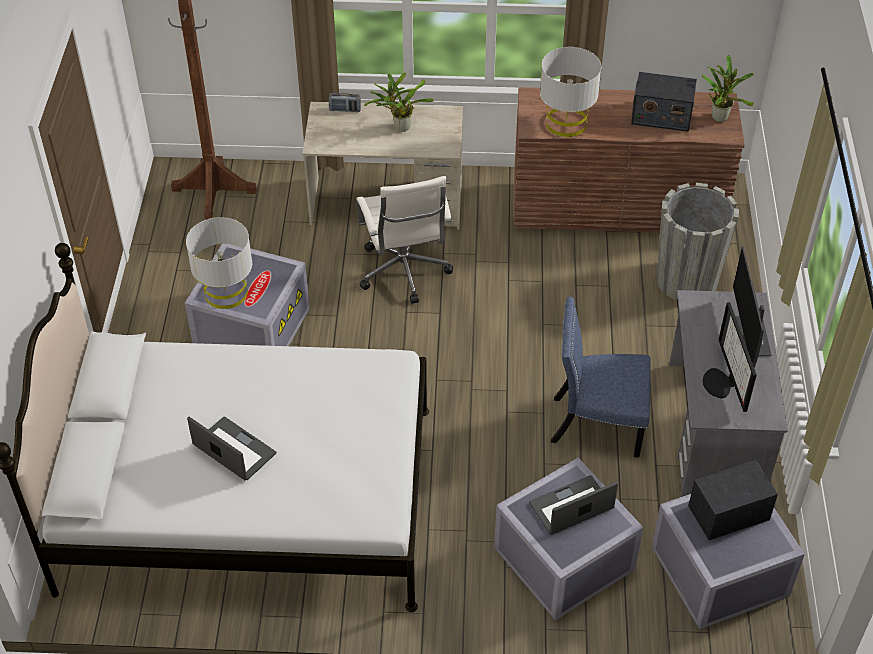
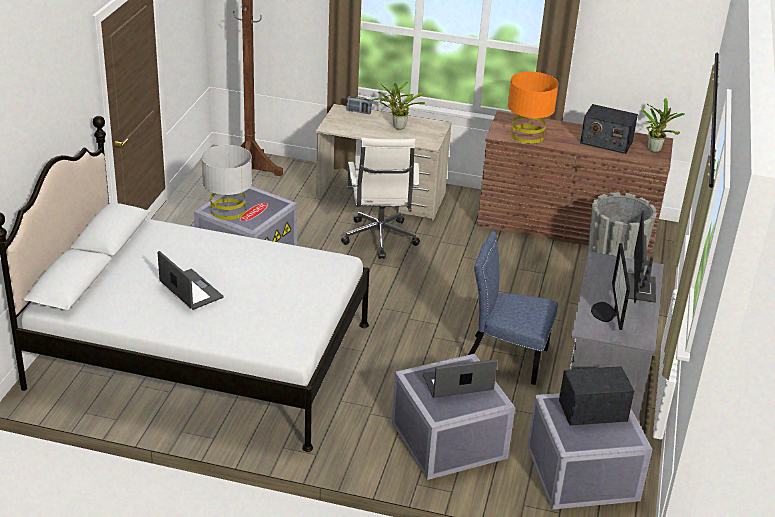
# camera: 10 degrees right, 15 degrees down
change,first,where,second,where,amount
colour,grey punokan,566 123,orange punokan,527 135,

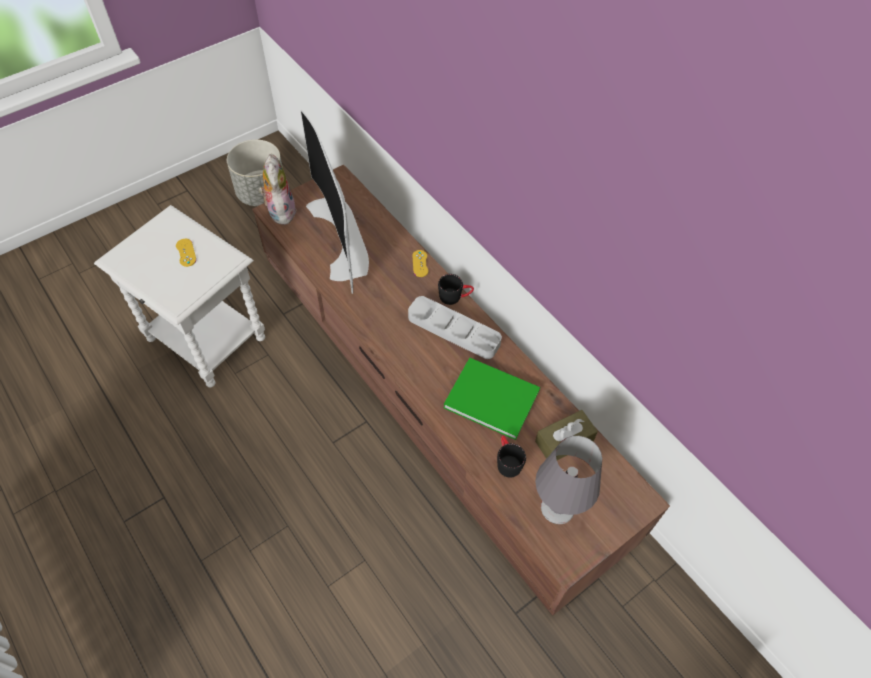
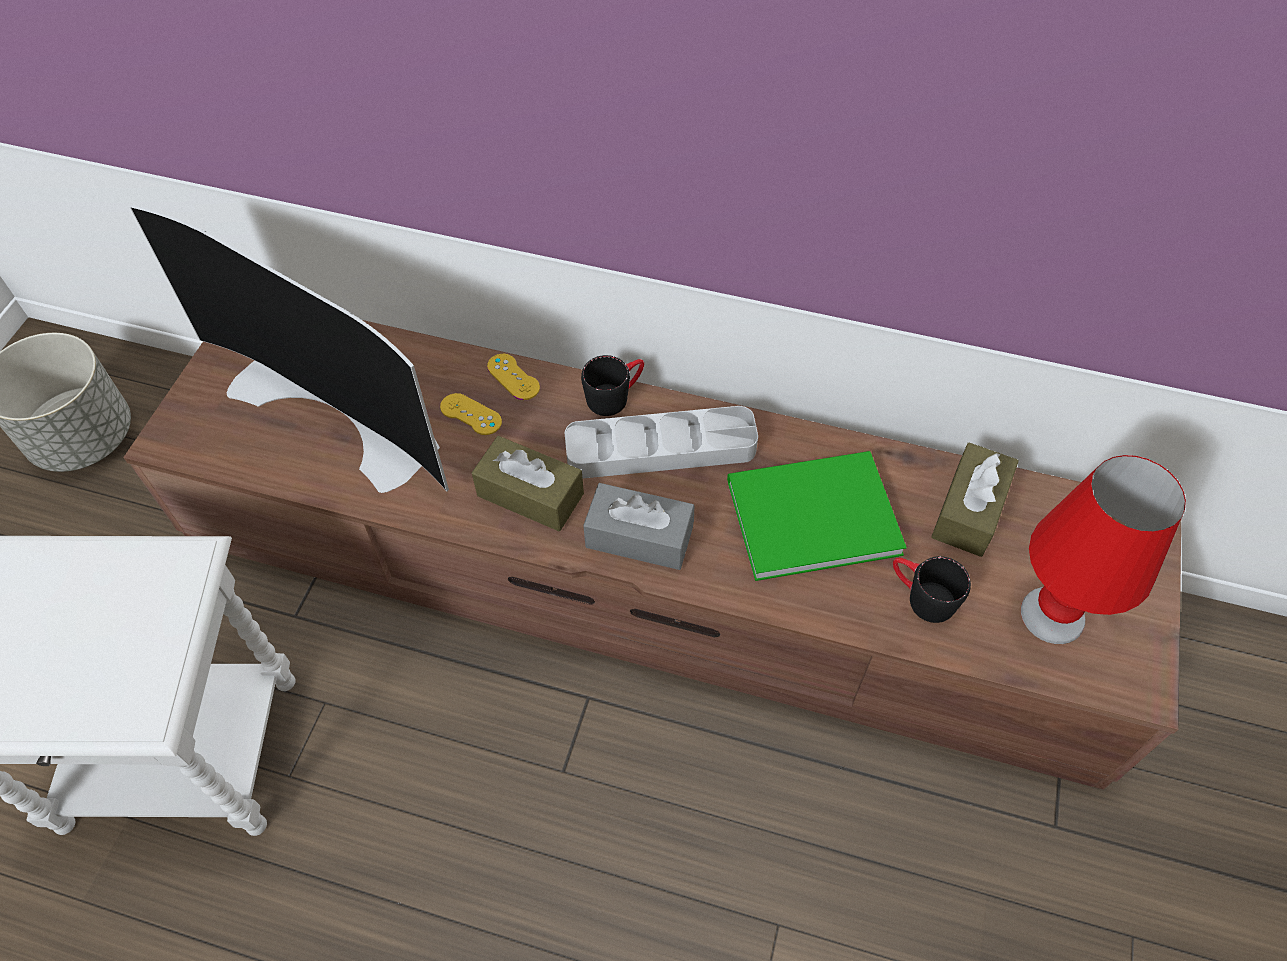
# camera: 35 degrees left, 0 degrees up
change,first,where,second,where,amount
relocated,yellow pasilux,186 252,,471 414,
missing,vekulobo,280 211,,,
colour,grey punokan,558 507,red punokan,1053 614,
appeared,,,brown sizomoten,530 494,
appeared,,,grey sizomoten,639 537,

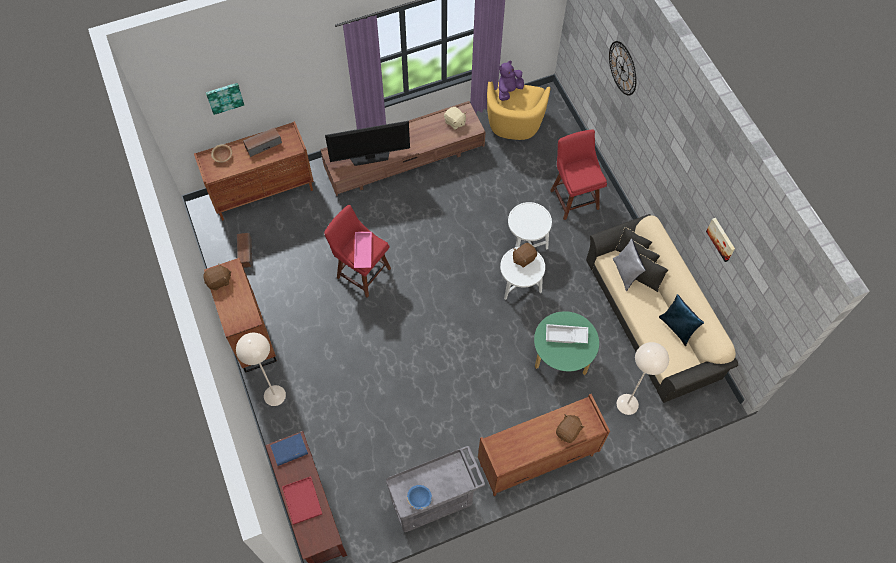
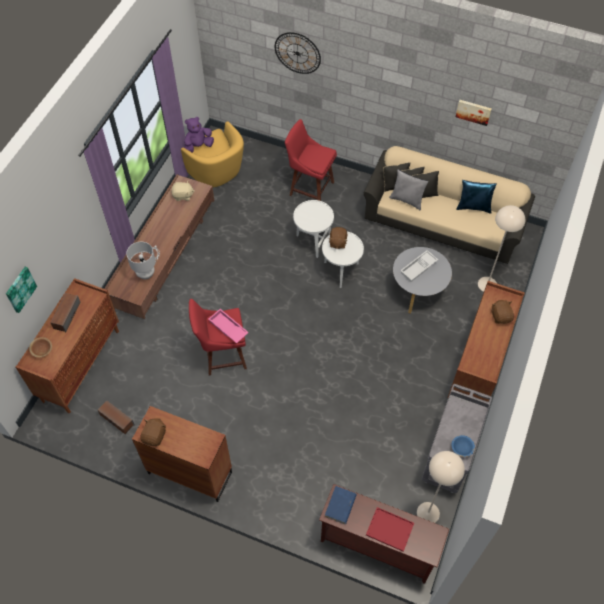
# camera: 45 degrees left, 5 degrees down
change,first,where,second,where,amount
relocated,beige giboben,274 395,,428 512,
exchanged,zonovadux,370 157,grey punokan,147 266,
spun,purple vekulobo,508 90,,198 146,60 degrees clockwise
colour,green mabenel,561 357,grey mabenel,417 292,

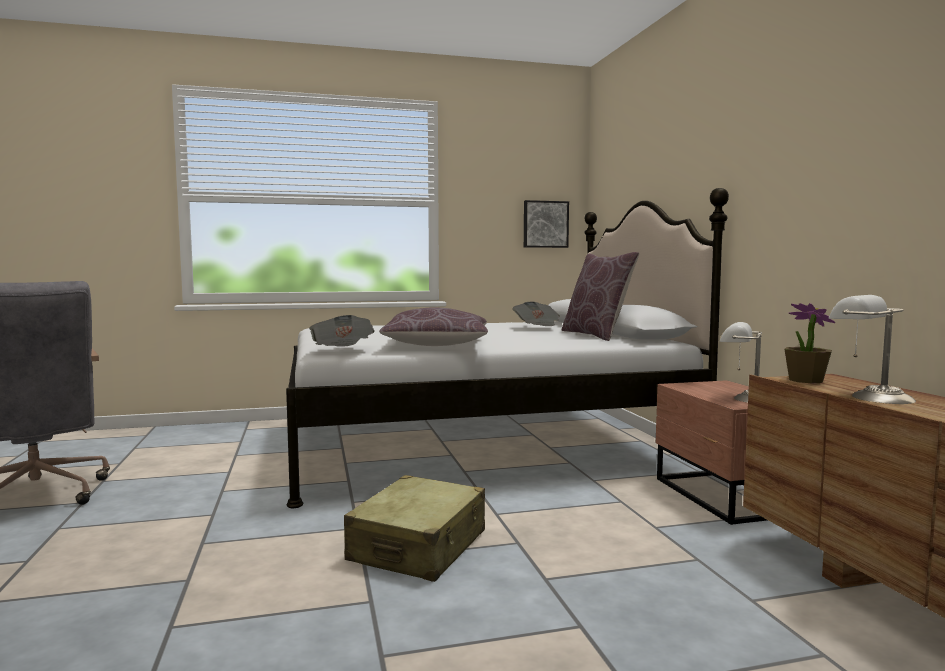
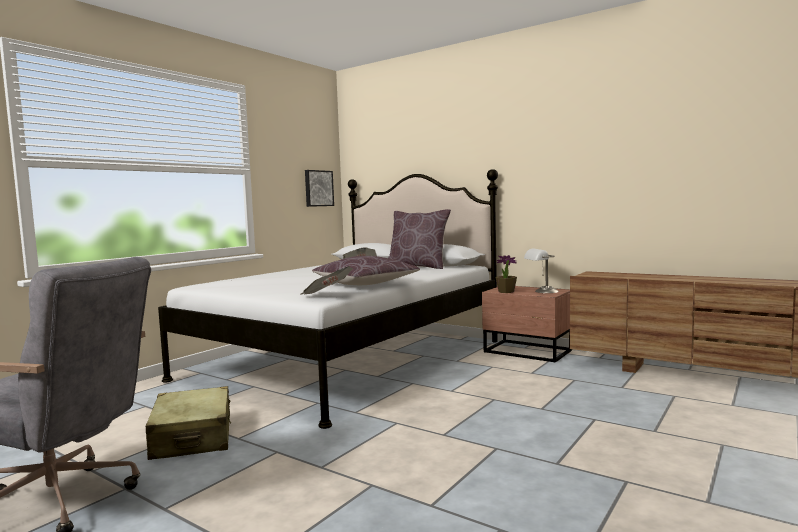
# camera: 40 degrees left, 0 degrees up
change,first,where,second,where,amount
relocated,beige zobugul,419 546,,193 437,
relocated,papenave,805 380,,506 292,
missing,white punokan,869 396,,,

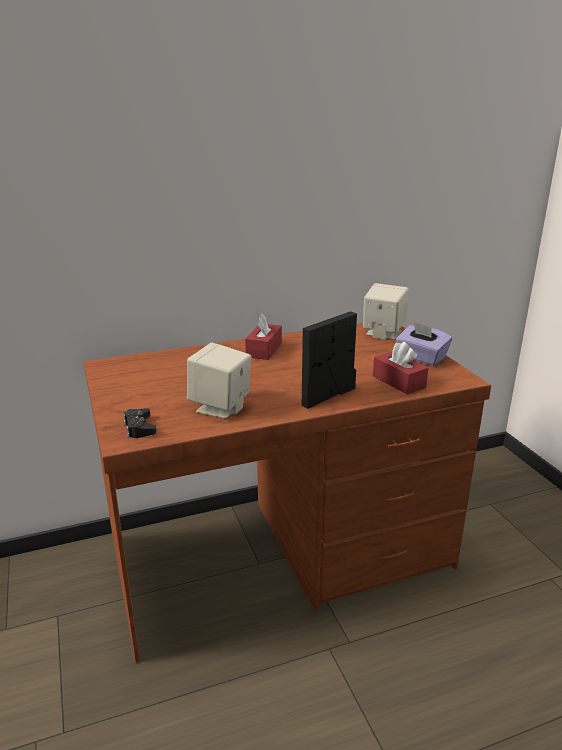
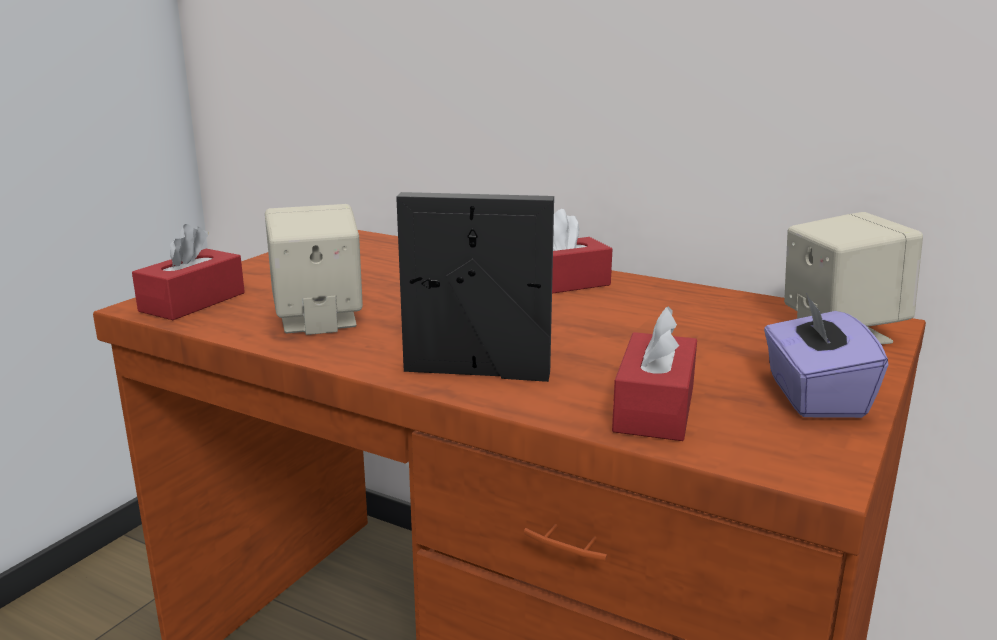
# camera: 50 degrees right, 5 degrees down
change,first,where,second,where,amount
exchanged,black pasilux,139 428,red sizomoten,193 302,

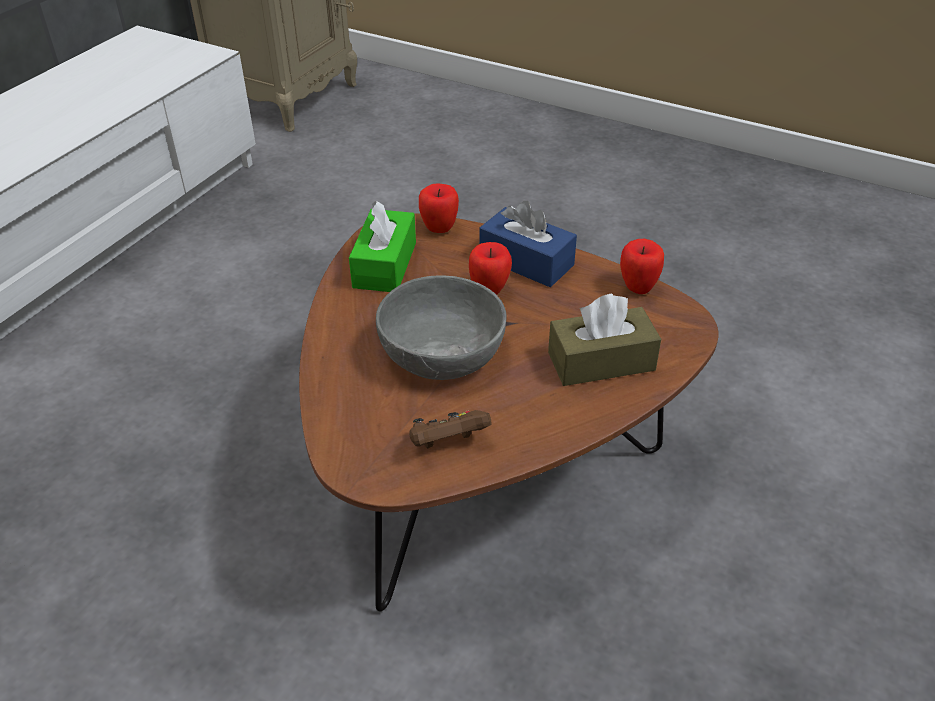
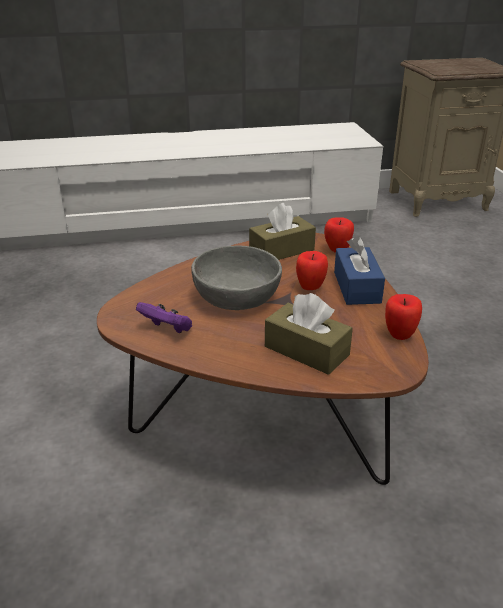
# camera: 50 degrees right, 10 degrees down
change,first,where,second,where,amount
colour,green sizomoten,385 265,brown sizomoten,281 250,
colour,brown pasilux,447 443,purple pasilux,167 330,

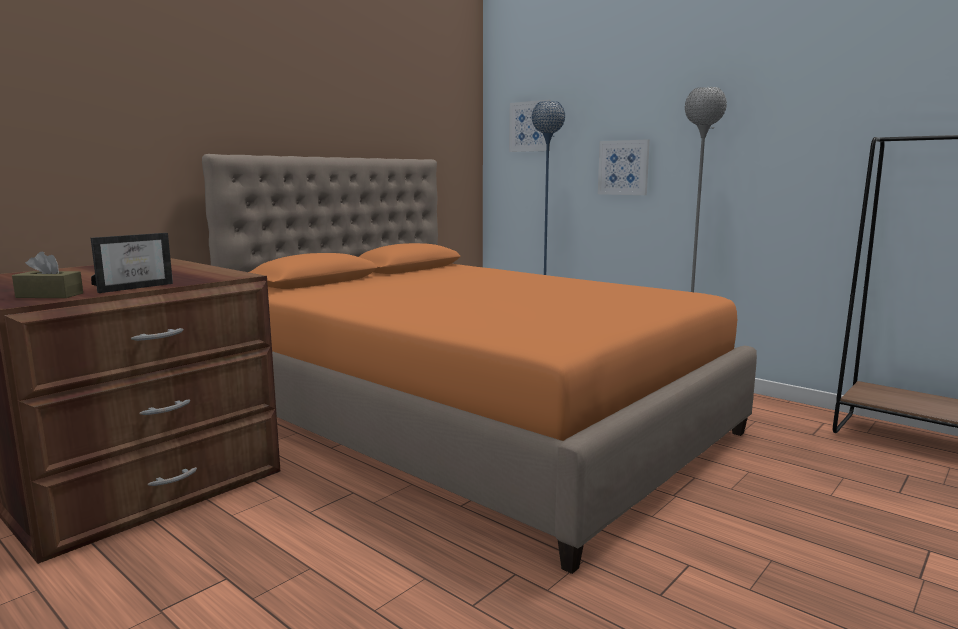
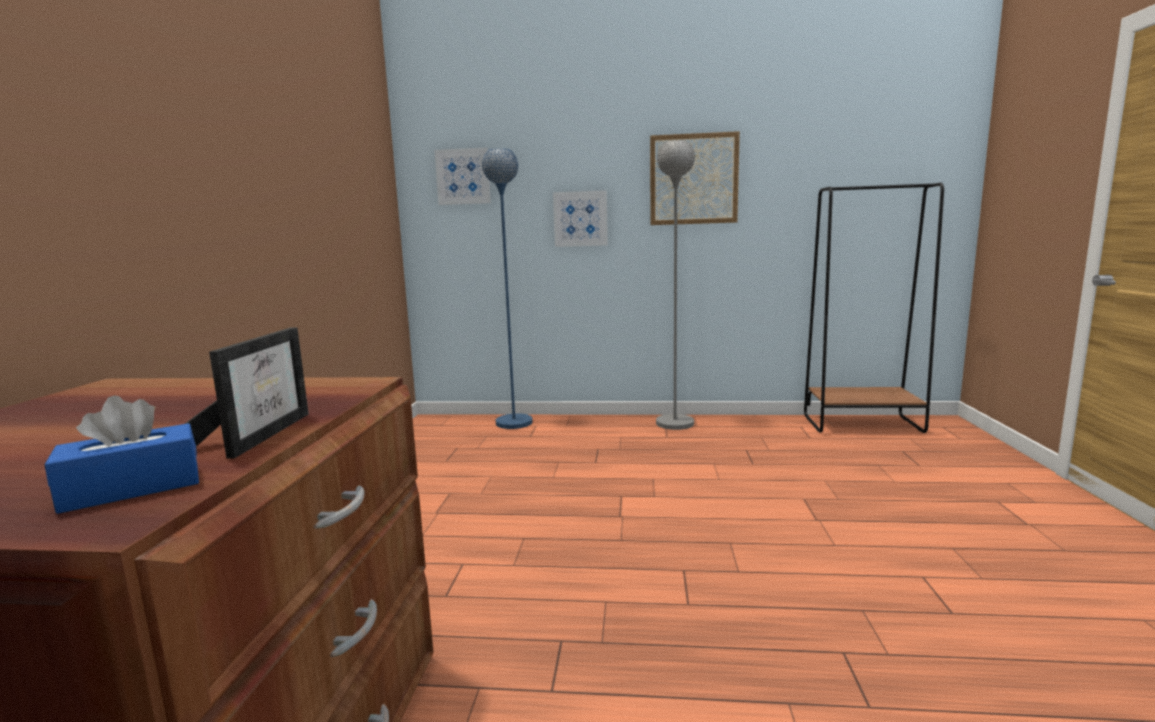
# camera: 35 degrees left, 0 degrees up
change,first,where,second,where,amount
colour,brown sizomoten,50 295,blue sizomoten,132 488,
missing,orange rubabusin,473 421,,,
appeared,,,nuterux,693 178,

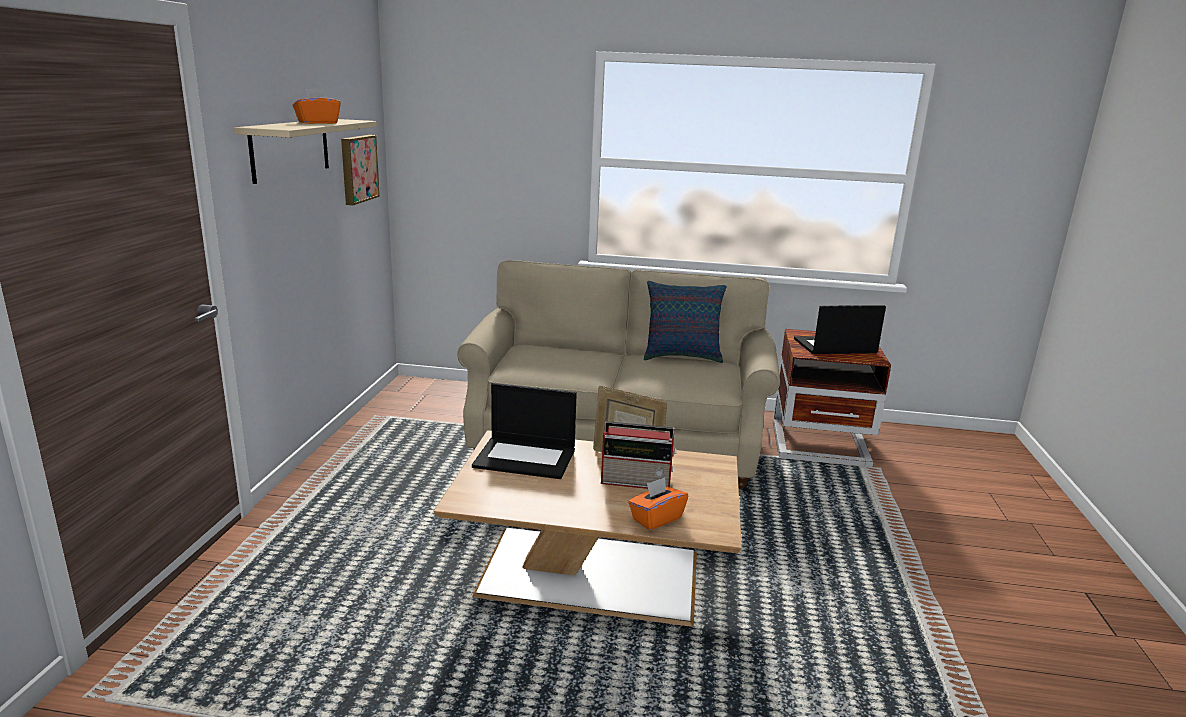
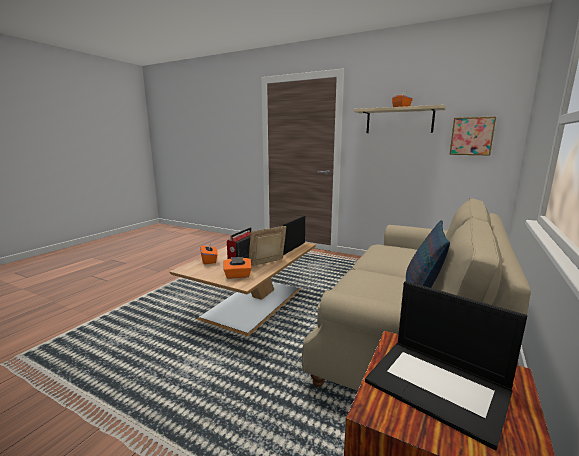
# camera: 110 degrees right, 5 degrees down
change,first,where,second,where,amount
spun,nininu,834 346,,439 386,120 degrees clockwise
appeared,,,orange sizomoten,237 275,

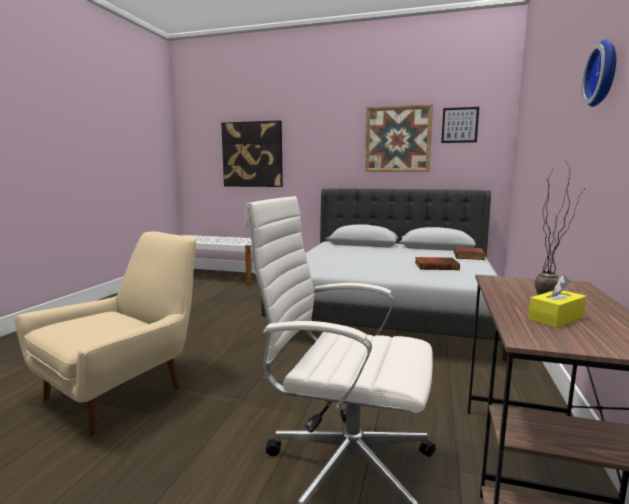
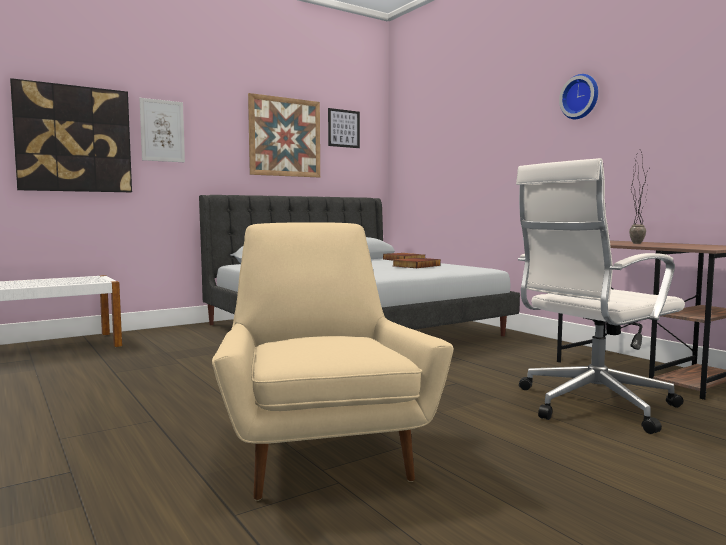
# camera: 50 degrees left, 5 degrees down
change,first,where,second,where,amount
missing,yellow sizomoten,555 318,,,
appeared,,,nuterux,162 131,

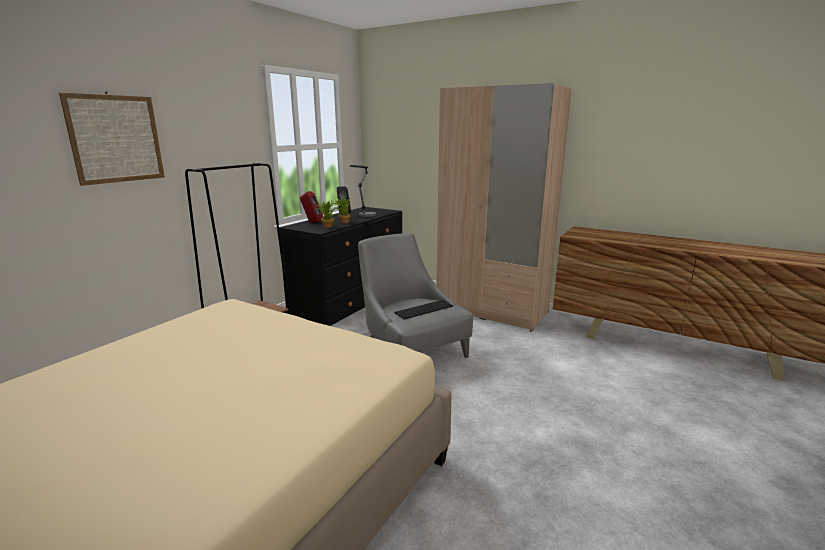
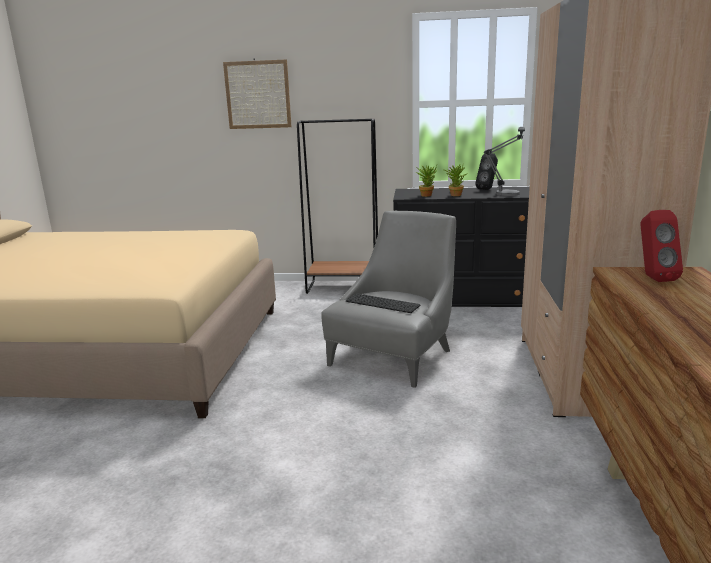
# camera: 65 degrees right, 0 degrees up
change,first,where,second,where,amount
relocated,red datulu,311 222,,653 278,

